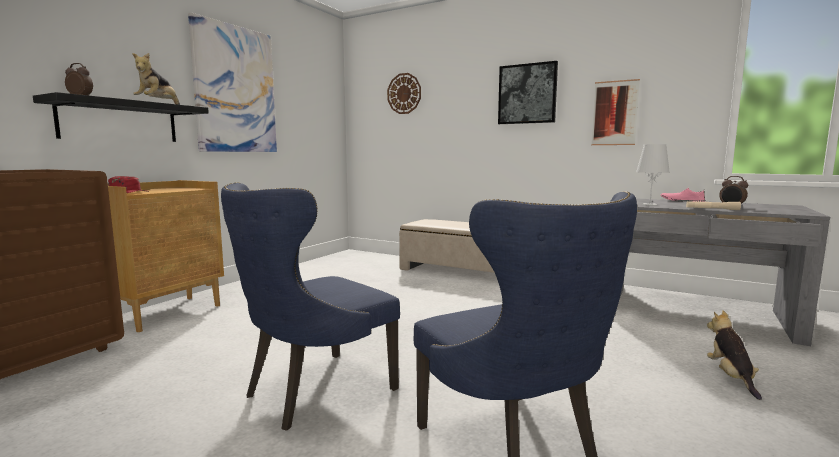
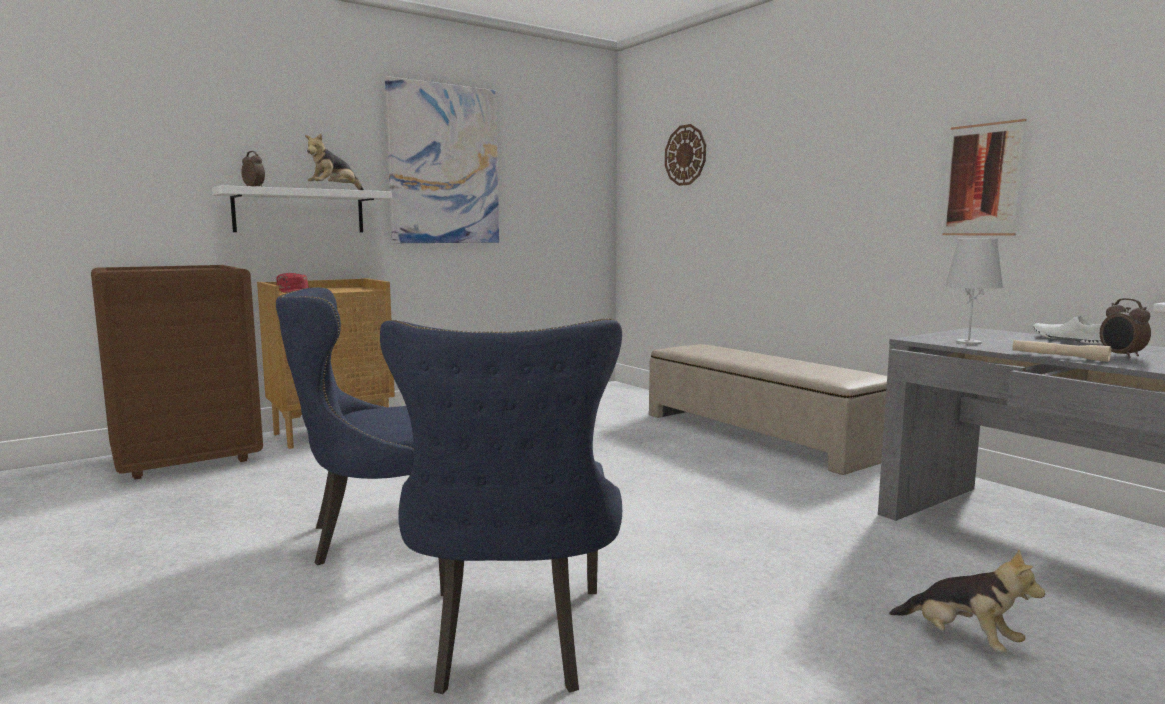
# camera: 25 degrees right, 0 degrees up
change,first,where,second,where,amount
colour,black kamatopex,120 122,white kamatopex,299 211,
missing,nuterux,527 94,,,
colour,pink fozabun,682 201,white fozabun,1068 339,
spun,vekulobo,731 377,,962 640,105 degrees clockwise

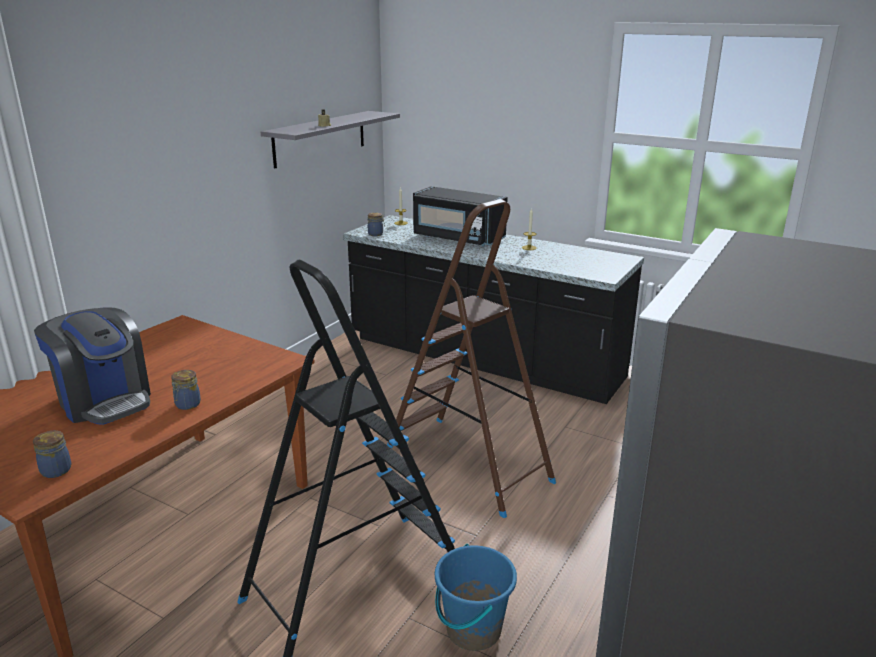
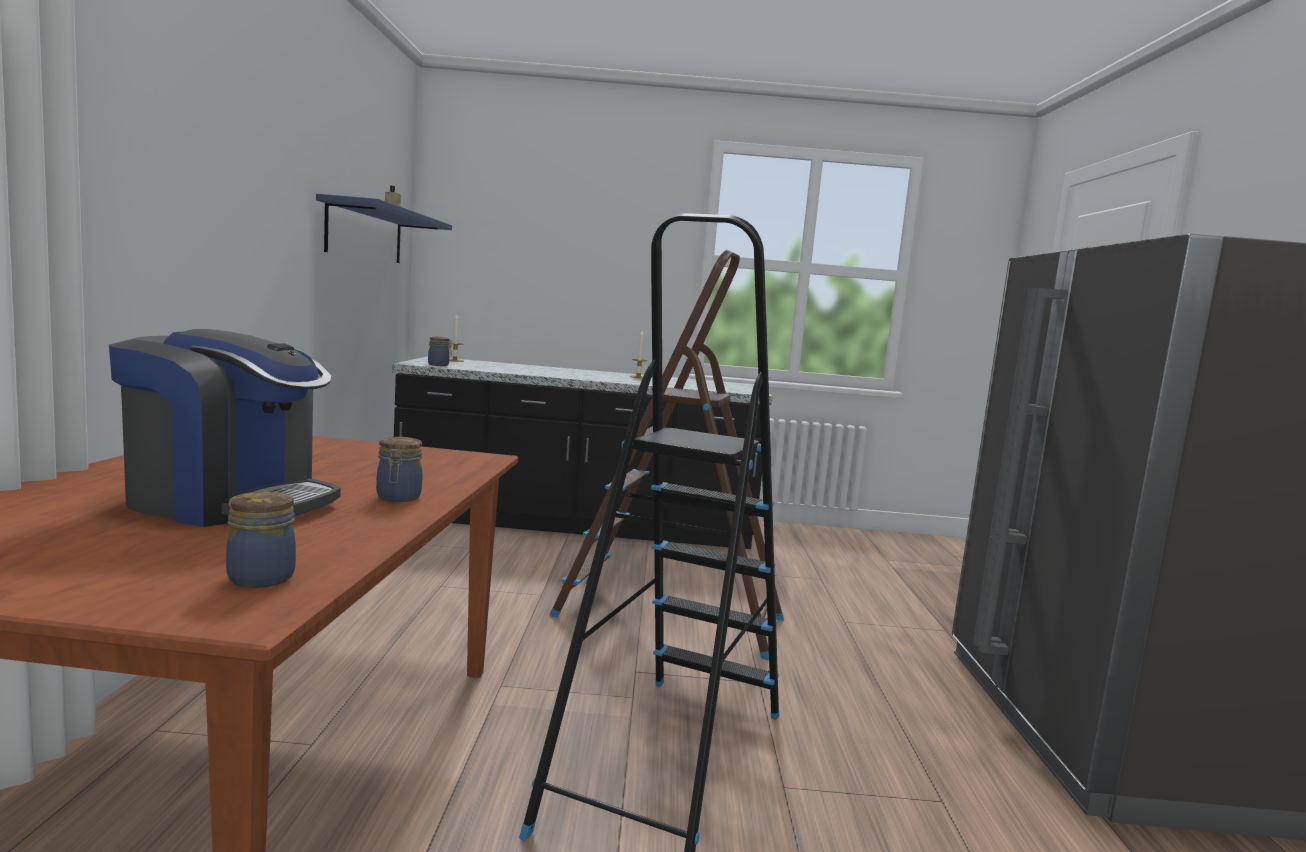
# camera: 30 degrees left, 15 degrees down
change,first,where,second,where,amount
colour,grey kamatopex,320 138,blue kamatopex,366 233,
missing,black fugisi,457 238,,,
missing,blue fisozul,473 630,,,

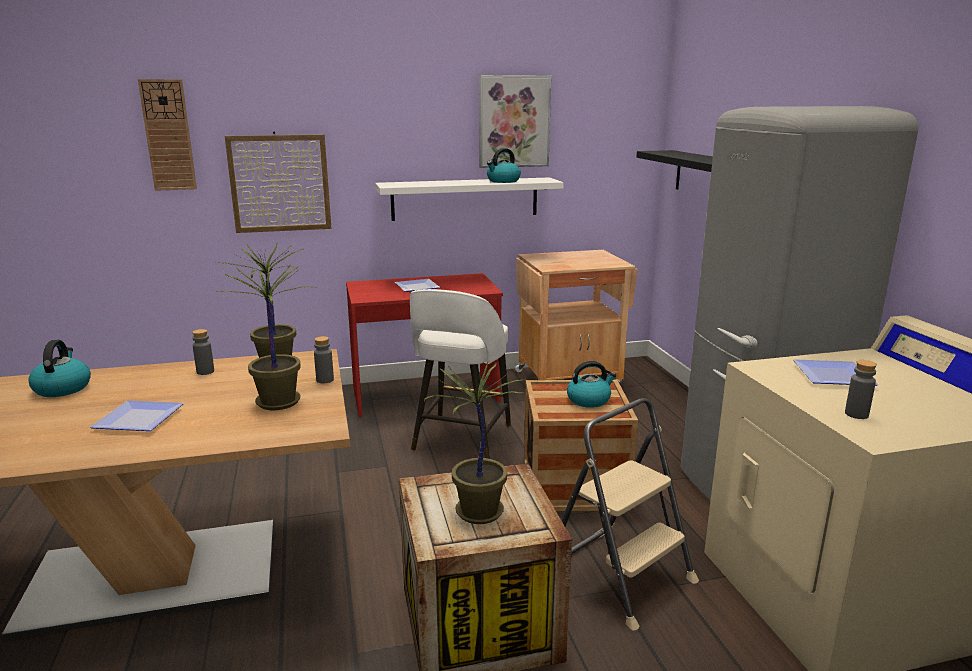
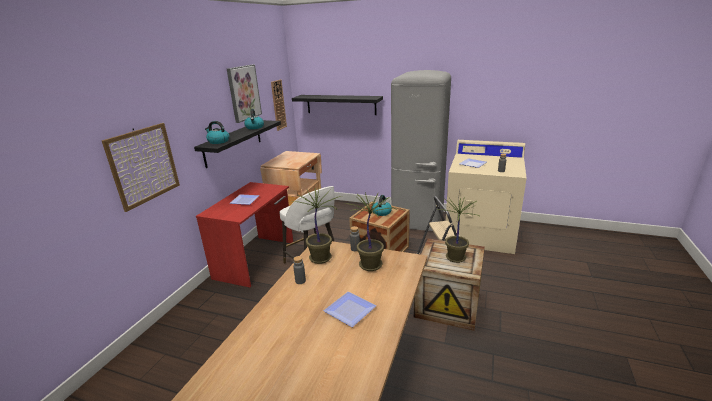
# camera: 55 degrees left, 5 degrees up
change,first,where,second,where,amount
relocated,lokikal,62 388,,218 141,
relocated,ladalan,168 135,,278 105,
colour,white kamatopex,465 198,black kamatopex,233 142,

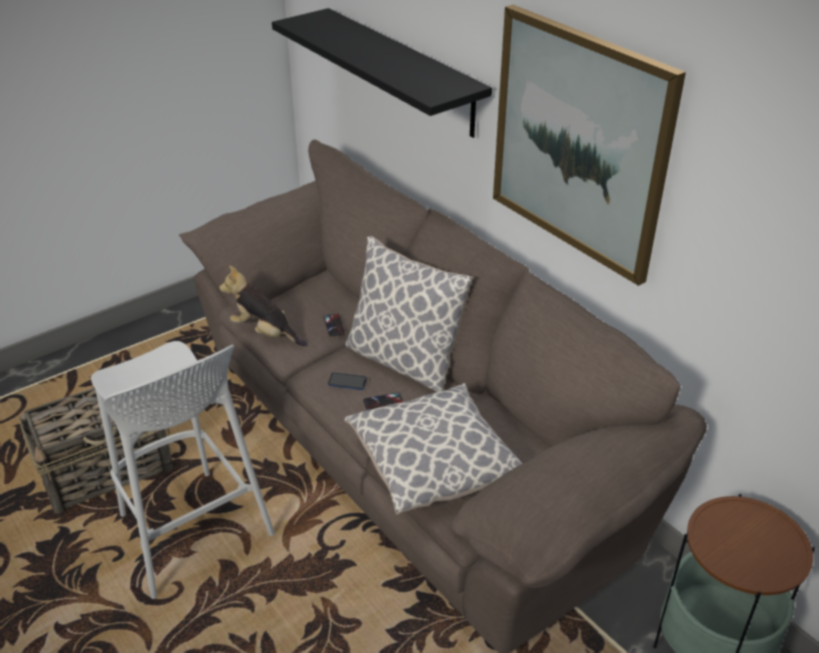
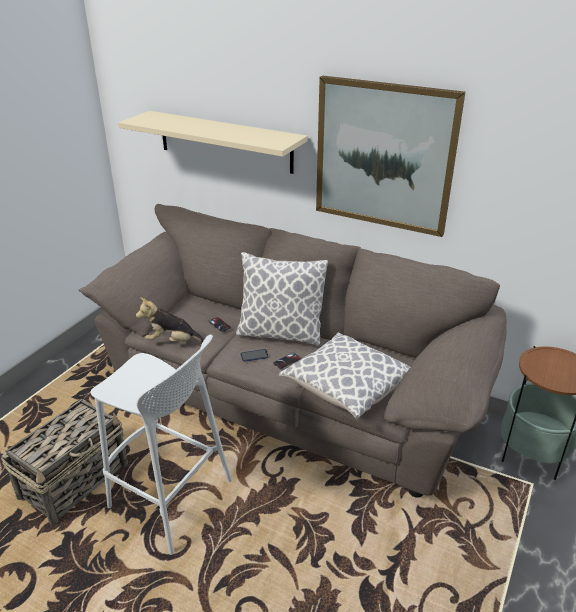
# camera: 25 degrees left, 5 degrees down
change,first,where,second,where,amount
colour,black kamatopex,403 71,beige kamatopex,224 141,

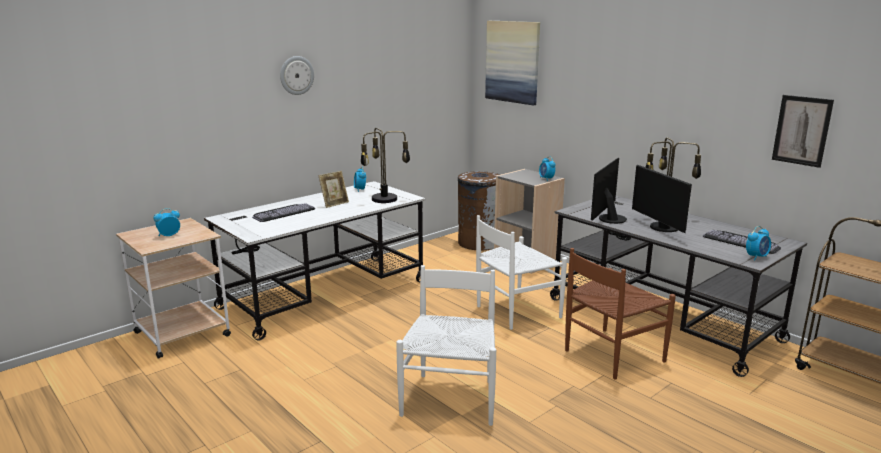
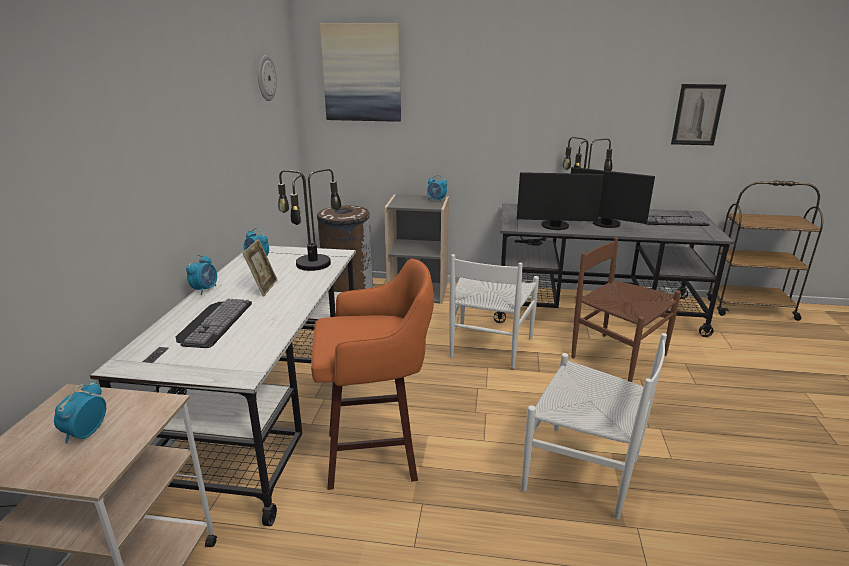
# camera: 40 degrees left, 5 degrees up
change,first,where,second,where,amount
relocated,ladalan,296 75,,265 78,
spun,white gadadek,451 398,,583 473,150 degrees clockwise
spun,brown gadadek,611 355,,616 357,120 degrees clockwise
spun,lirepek,609 218,,555 226,75 degrees counterclockwise
relocated,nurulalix,756 257,,205 289,
appeared,,,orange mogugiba,376 456,

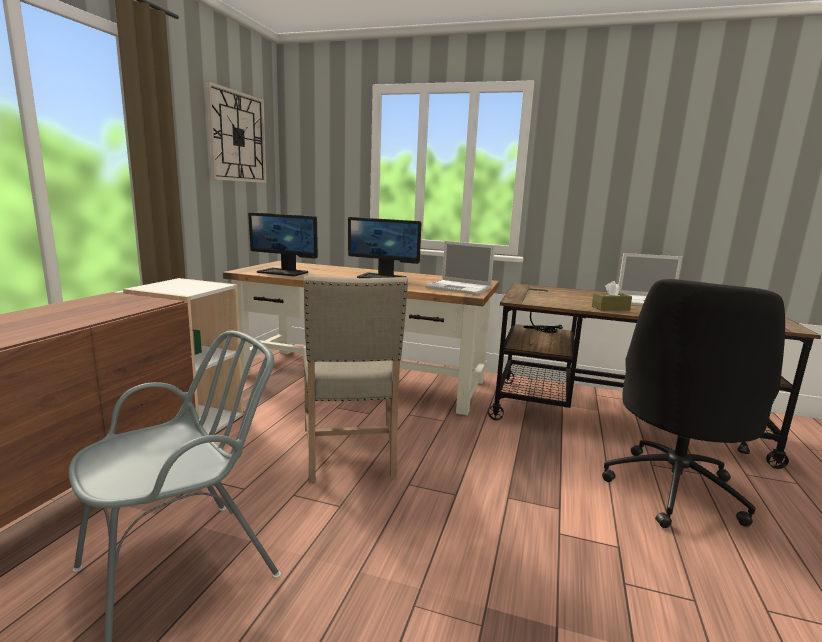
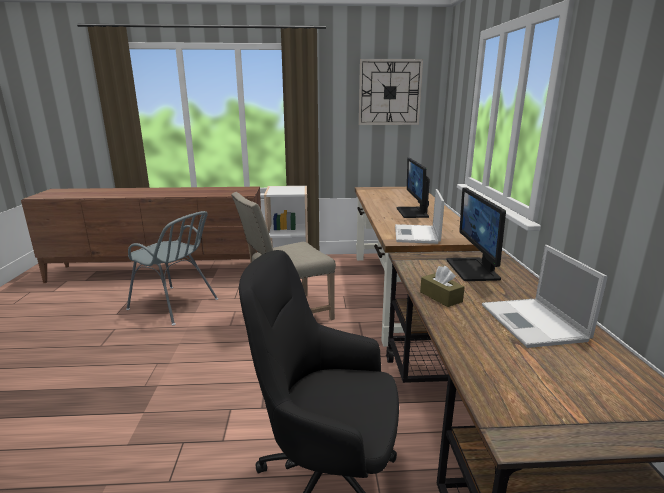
# camera: 70 degrees right, 5 degrees up
change,first,where,second,where,amount
relocated,lirepek,283 272,,473 269,

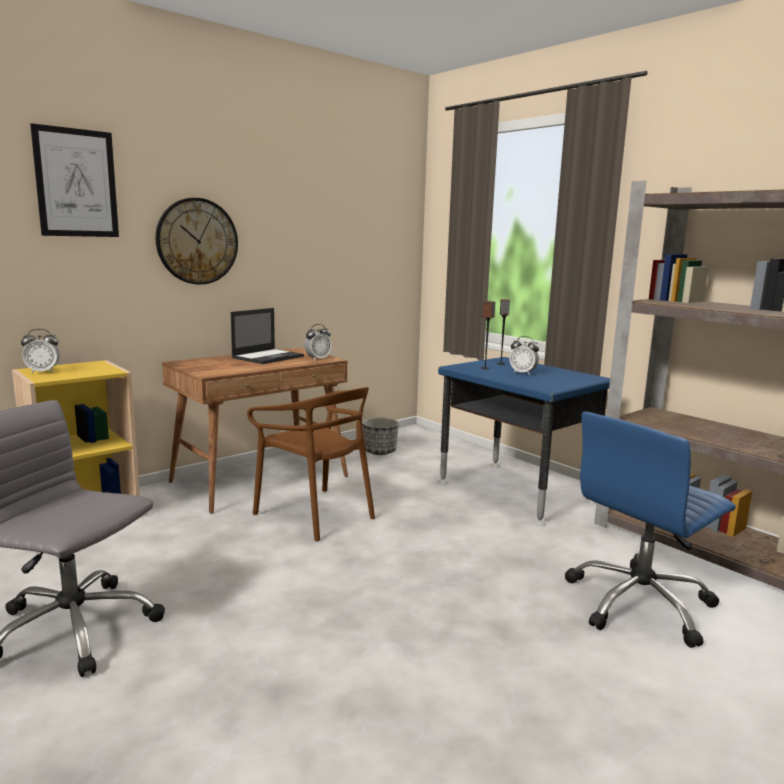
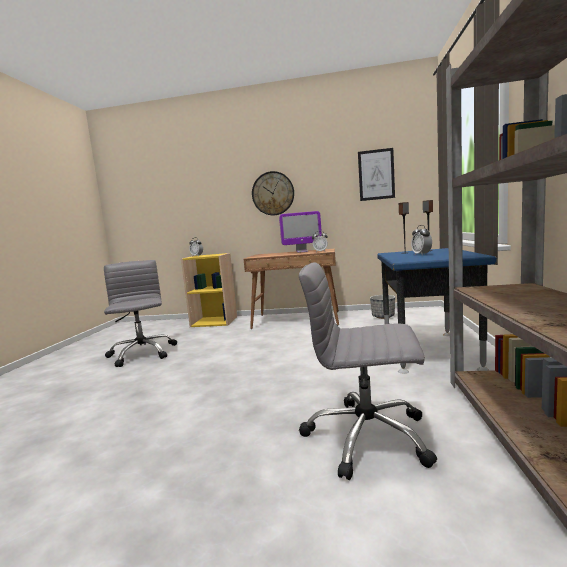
# camera: 50 degrees right, 5 degrees down
change,first,where,second,where,amount
relocated,nuterux,76 183,,376 174,
exchanged,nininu,268 357,lirepek,302 251,
missing,brown gadadek,316 514,,,
colour,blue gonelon,639 604,grey gonelon,366 437,

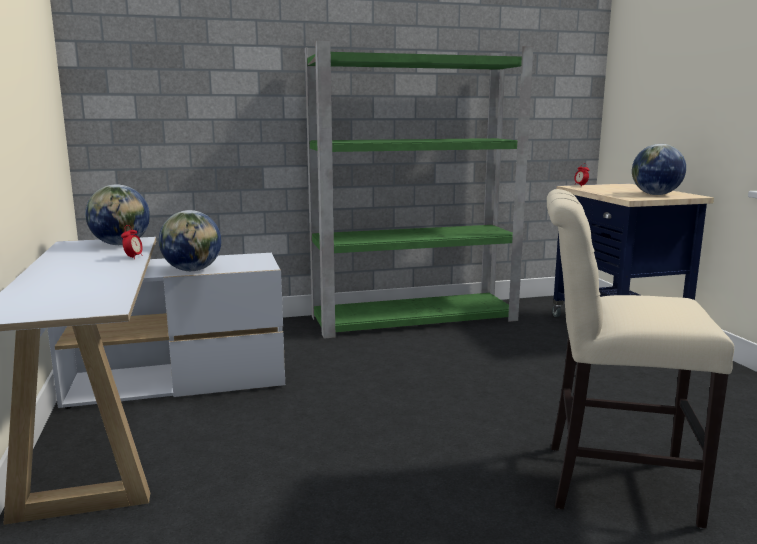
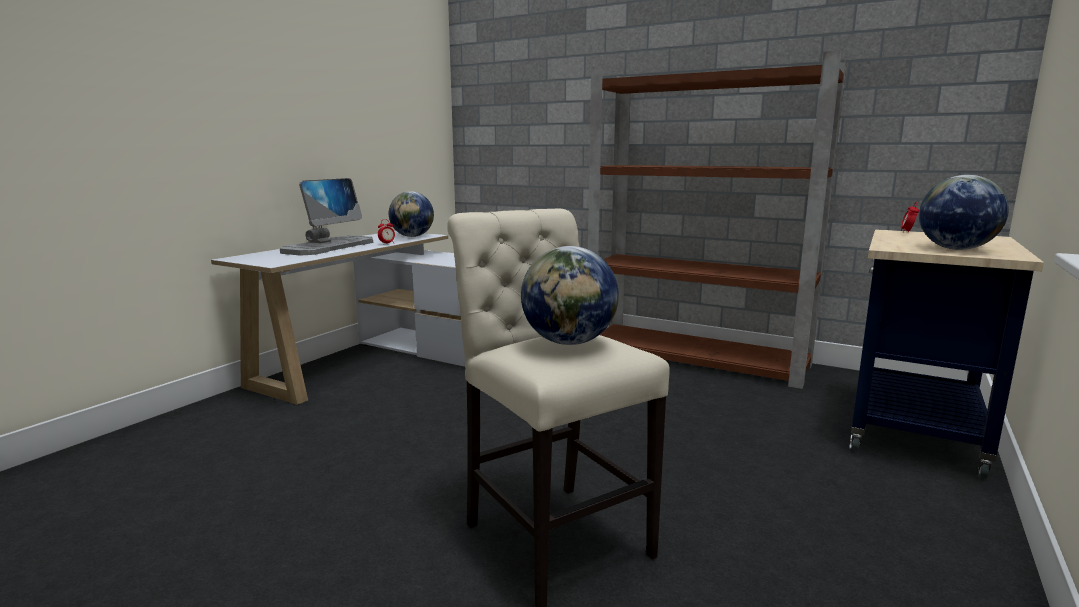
# camera: 45 degrees right, 0 degrees up
change,first,where,second,where,amount
relocated,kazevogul,192 270,,569 342,
colour,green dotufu,414 318,brown dotufu,695 358,
appeared,,,lirepek,329 246,

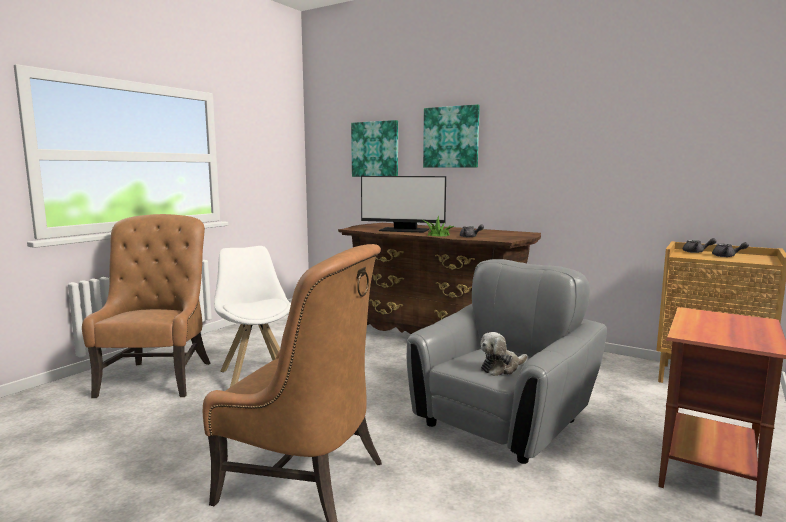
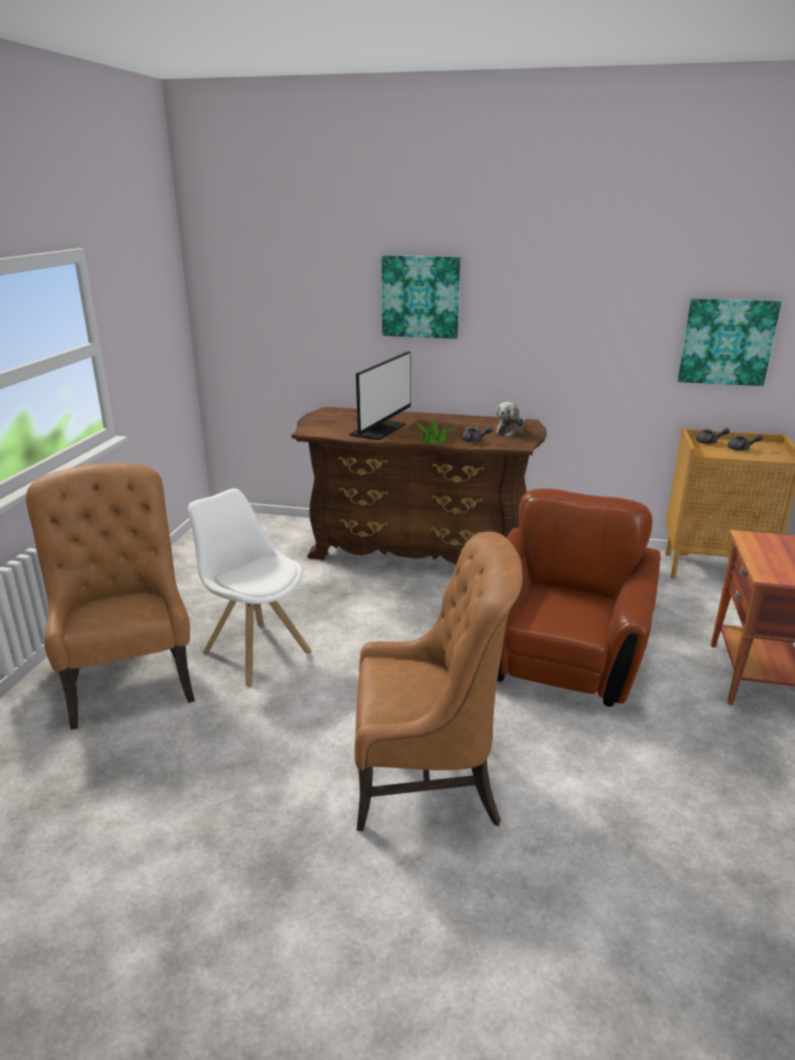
# camera: 20 degrees left, 15 degrees up
change,first,where,second,where,amount
relocated,nuterux,375 149,,726 342,
spun,lirepek,404 230,,379 430,60 degrees counterclockwise
colour,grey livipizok,502 421,brown livipizok,562 659,
relocated,vekulobo,501 368,,511 431,

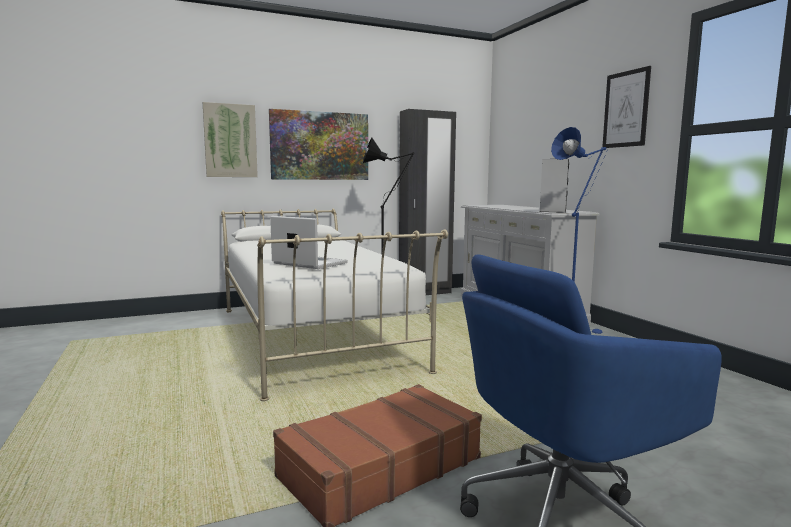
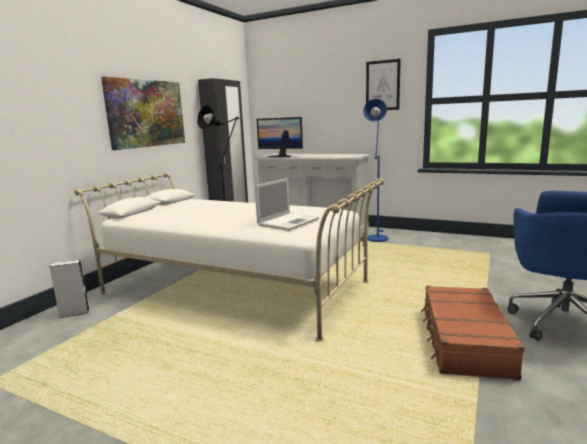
# camera: 40 degrees left, 5 degrees up
change,first,where,second,where,amount
missing,nuterux,230 141,,,
spun,nininu,308 263,,289 222,135 degrees clockwise
relocated,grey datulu,552 211,,74 313,
appeared,,,lirepek,281 156,

